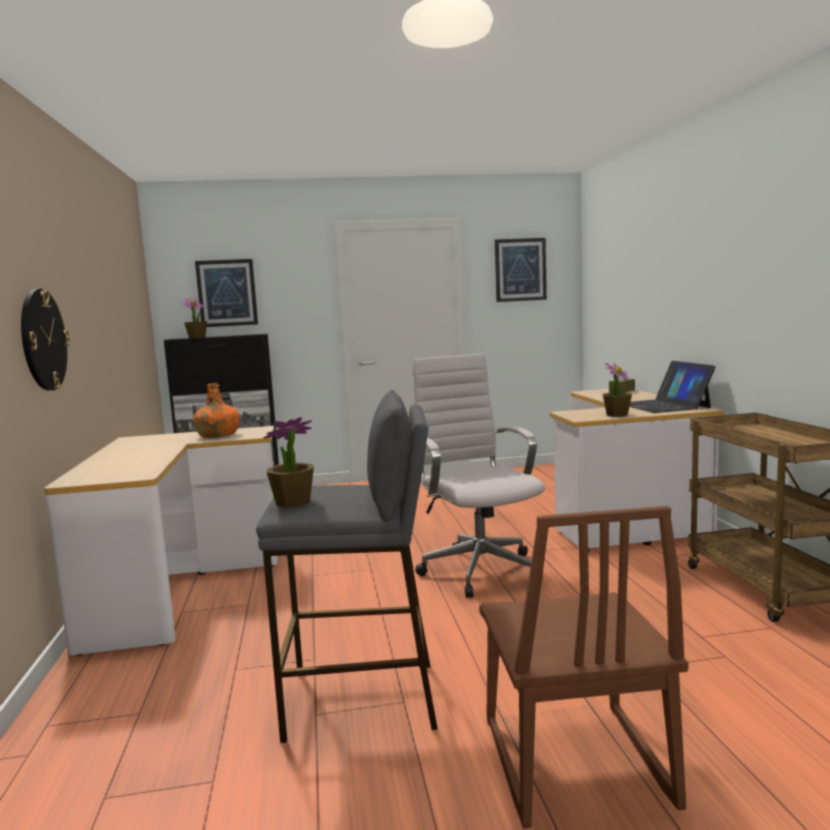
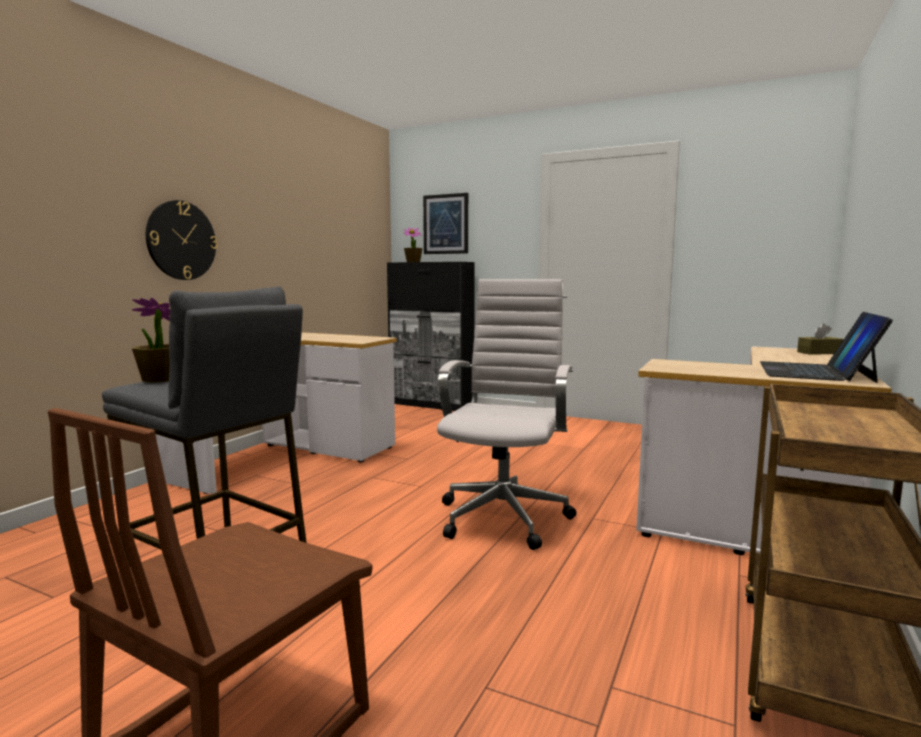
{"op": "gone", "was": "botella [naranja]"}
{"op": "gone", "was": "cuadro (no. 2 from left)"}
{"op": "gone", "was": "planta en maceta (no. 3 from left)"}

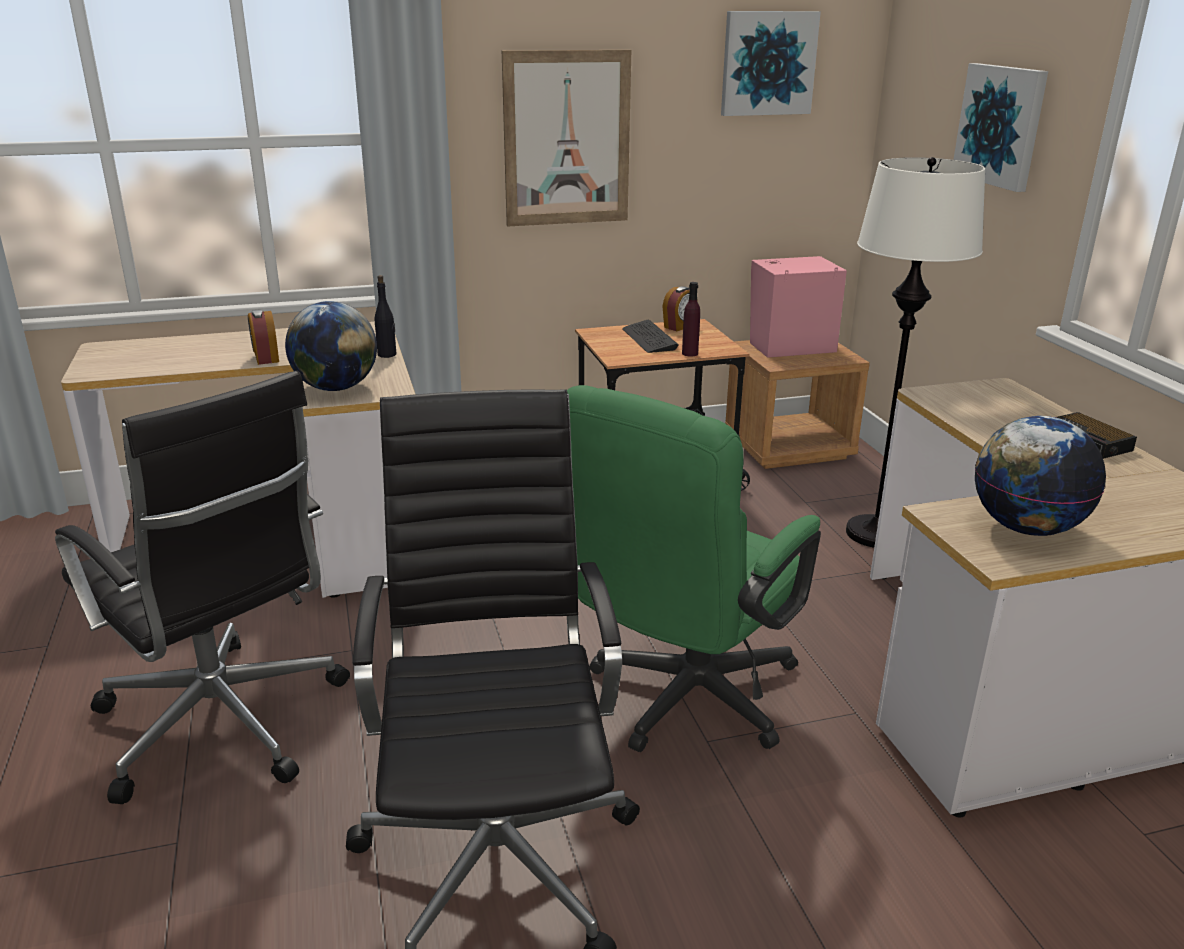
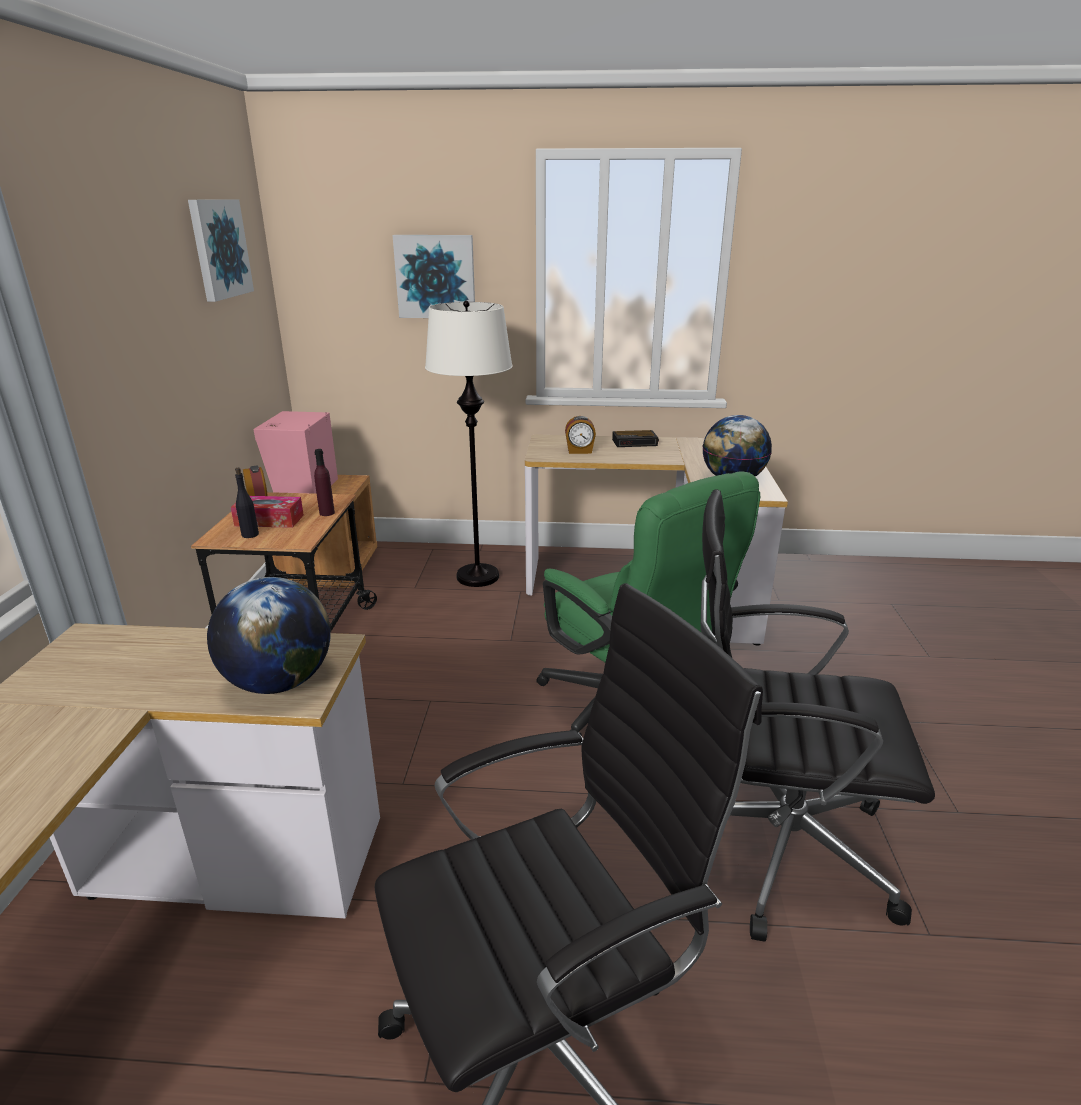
{"op": "swapped", "was": "teclado", "now": "caja de pañuelos"}
{"op": "shifted", "was": "botella [negro]"}
{"op": "shifted", "was": "despertador (no. 1 from left in the first image)", "now": "despertador (no. 2 from left)"}
{"op": "gone", "was": "cuadro (no. 1 from left)"}

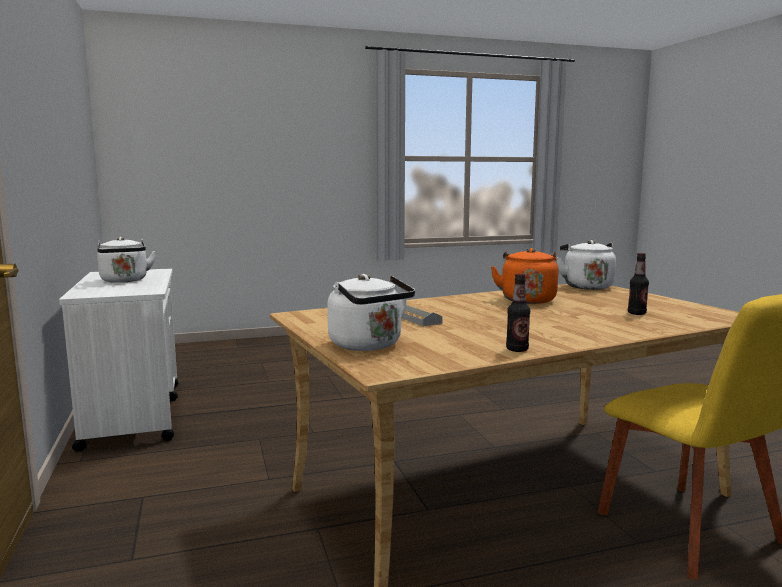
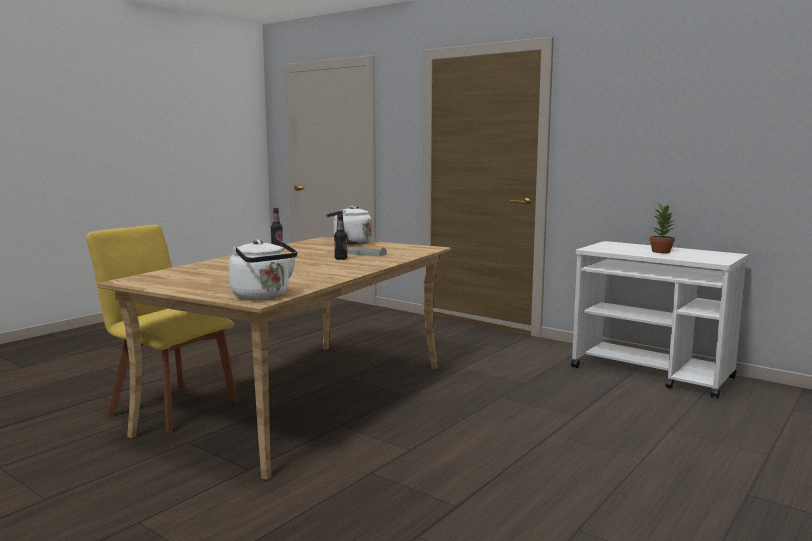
{"op": "shifted", "was": "botella (no. 2 from left)"}
{"op": "swapped", "was": "hervidor [blanco] (no. 1 from left)", "now": "planta en maceta"}
{"op": "gone", "was": "hervidor [naranja]"}

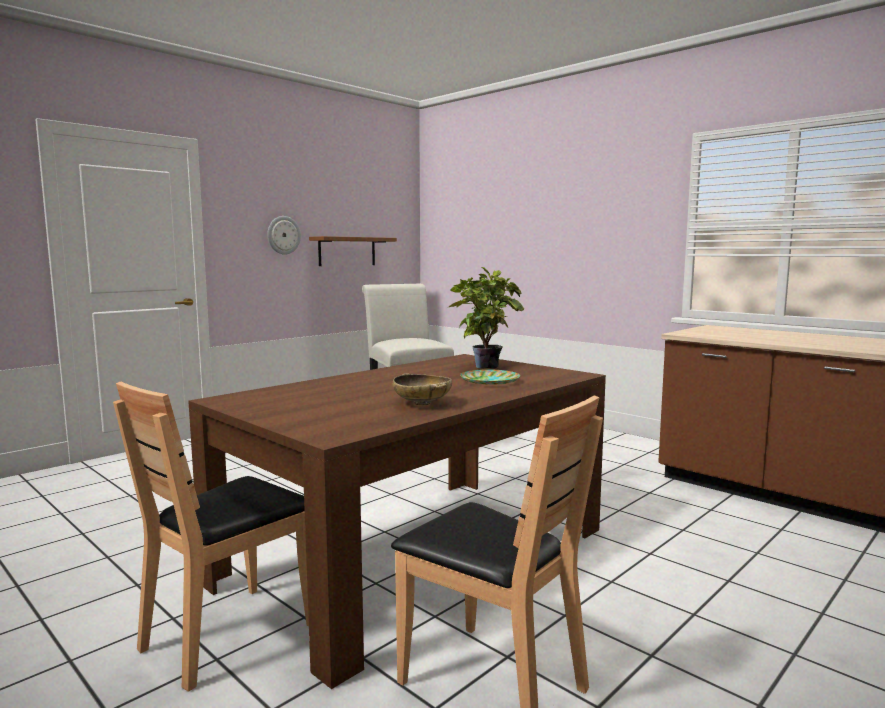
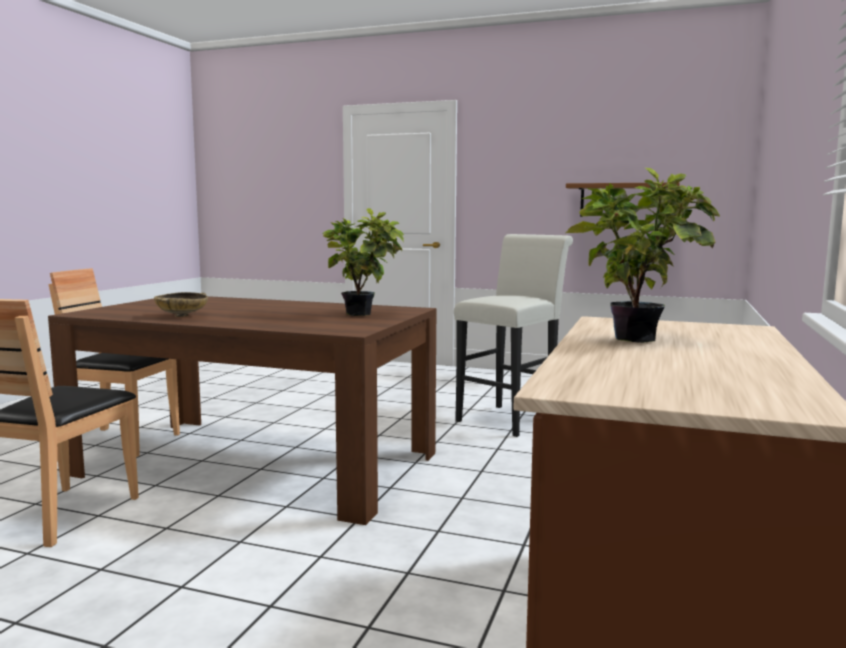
{"op": "new", "now": "planta en maceta (no. 2 from left)"}
{"op": "gone", "was": "reloj de pared"}
{"op": "gone", "was": "plato"}

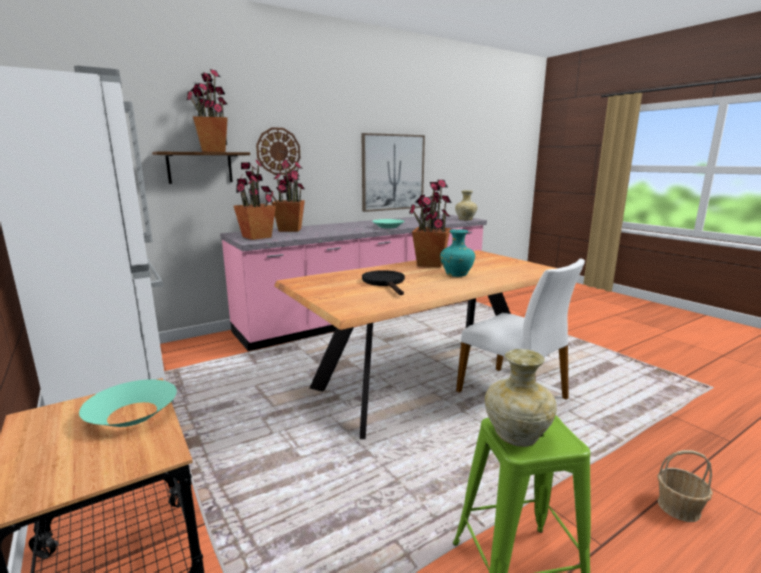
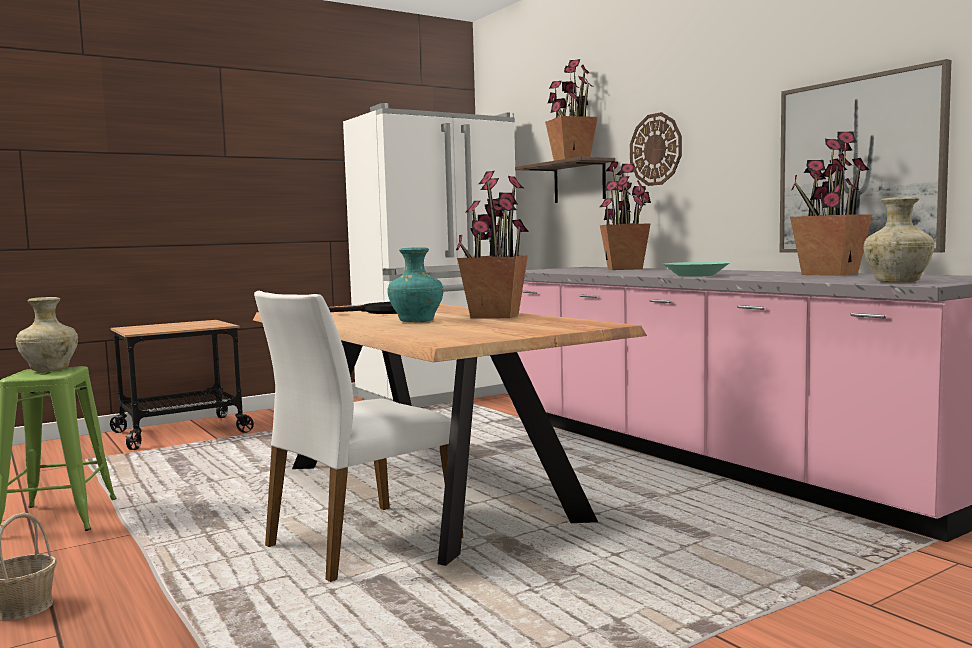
{"op": "shifted", "was": "planta en maceta (no. 2 from left in the first image)", "now": "planta en maceta (no. 4 from left)"}
{"op": "gone", "was": "cuenco [turquesa] (no. 1 from left)"}

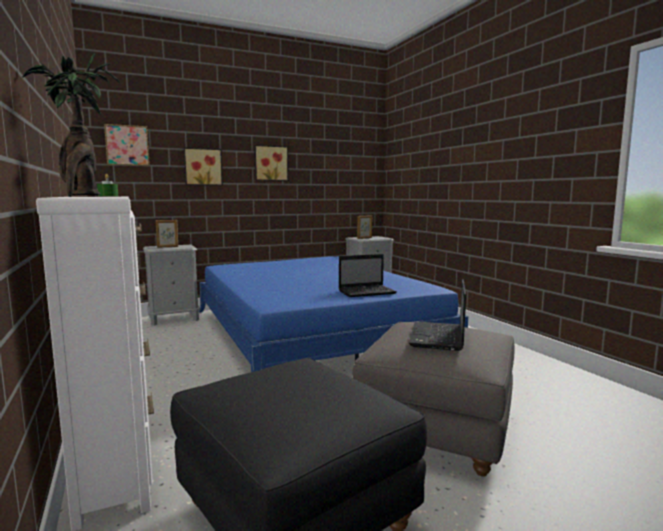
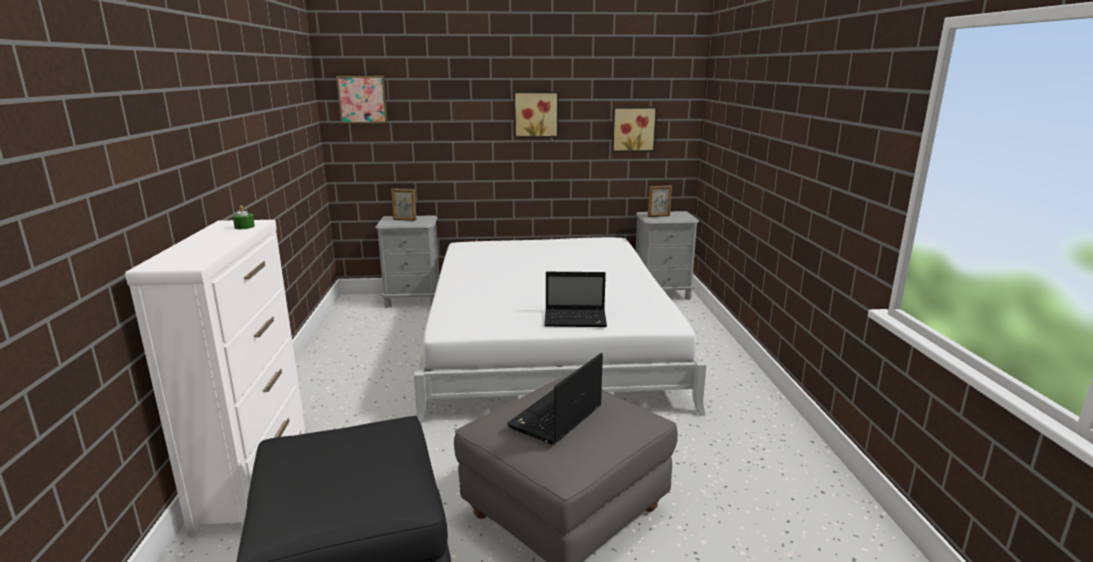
{"op": "repainted", "was": "cama [azul]", "now": "cama [blanco]"}
{"op": "shifted", "was": "cuadro (no. 2 from left in the first image)", "now": "cuadro (no. 3 from left)"}
{"op": "gone", "was": "planta en maceta"}

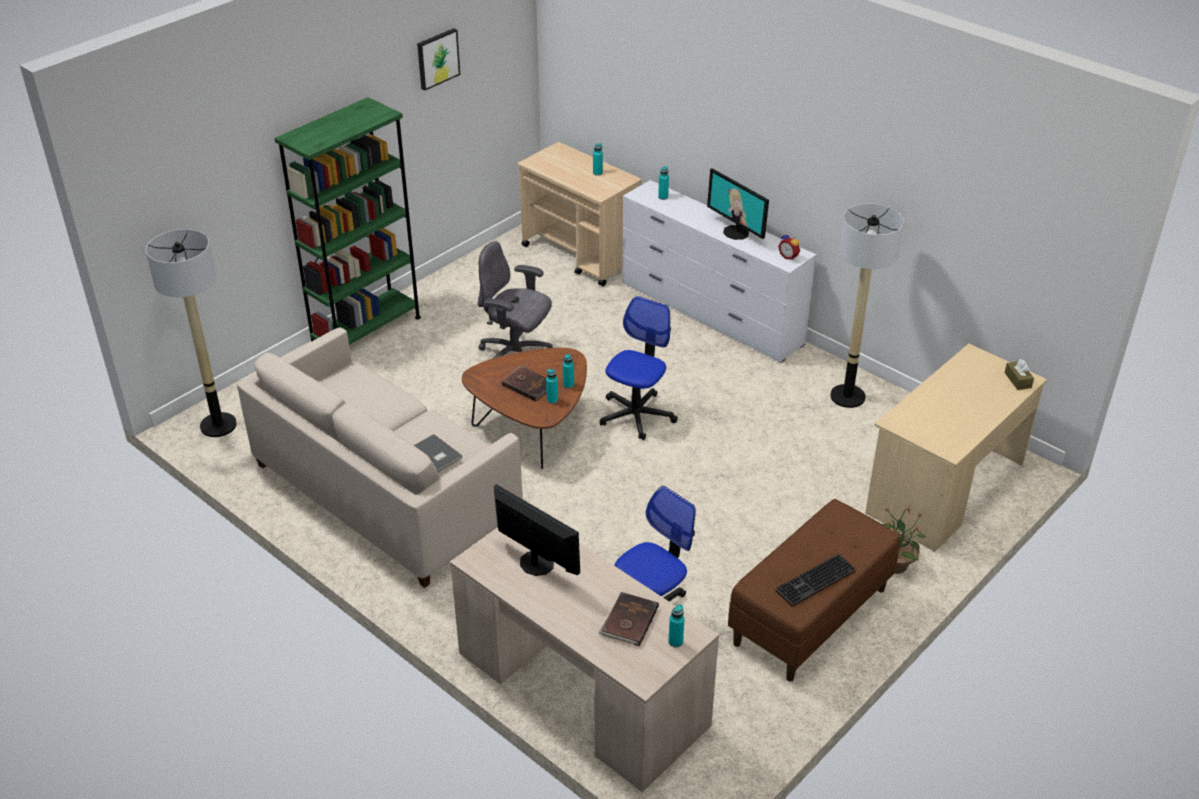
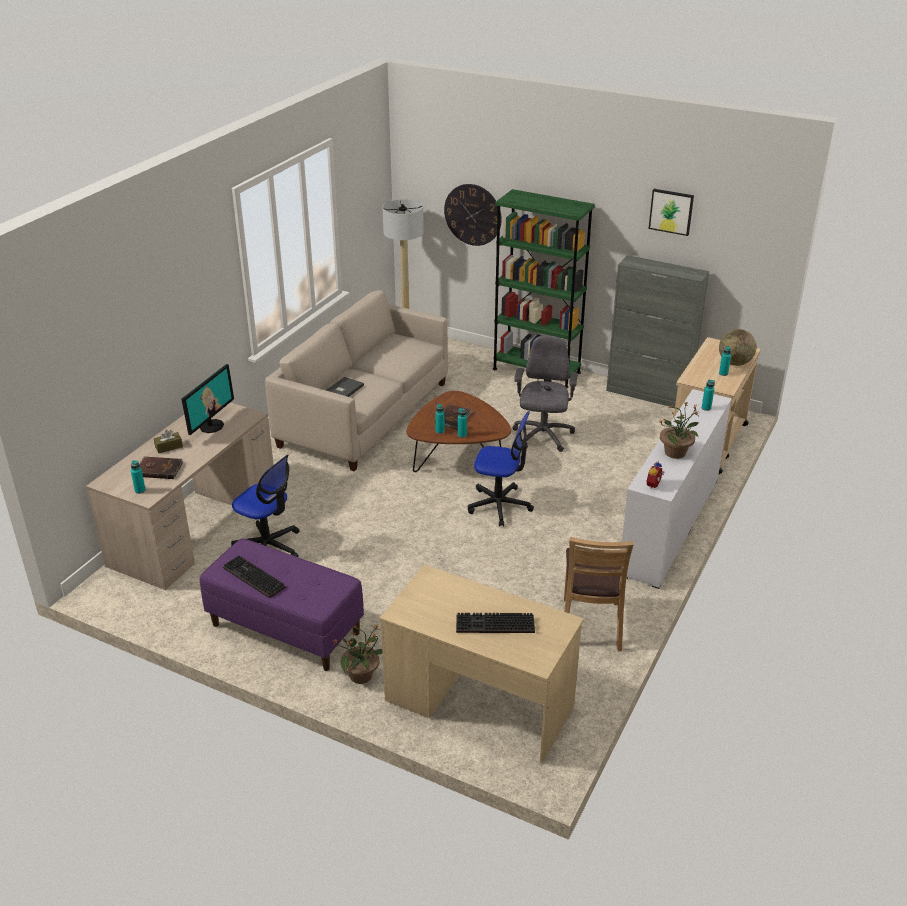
{"op": "shifted", "was": "caja de pañuelos [marrón]"}
{"op": "repainted", "was": "banco [marrón]", "now": "banco [morado]"}
{"op": "new", "now": "reloj de pared"}
{"op": "new", "now": "teclado (no. 2 from left)"}
{"op": "swapped", "was": "lámpara de pie (no. 2 from left)", "now": "silla [marrón]"}
{"op": "new", "now": "armario [gris]"}
{"op": "swapped", "was": "monitor (no. 2 from left)", "now": "planta en maceta (no. 2 from left)"}
{"op": "new", "now": "globo terráqueo"}

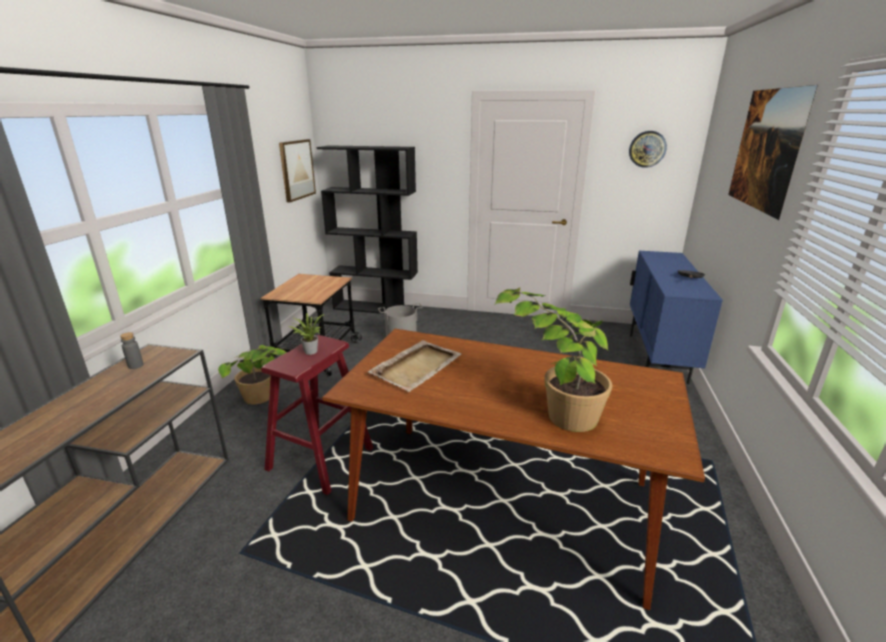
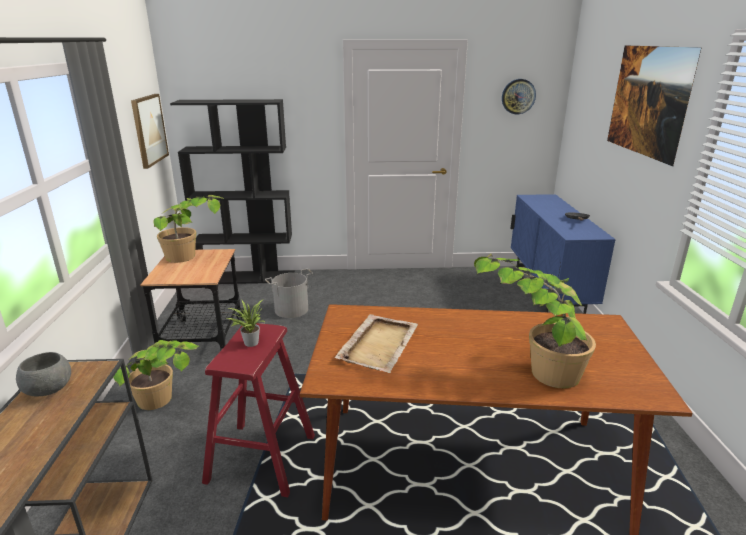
{"op": "swapped", "was": "botella [gris]", "now": "cuenco [gris]"}
{"op": "new", "now": "planta en maceta (no. 2 from left)"}

